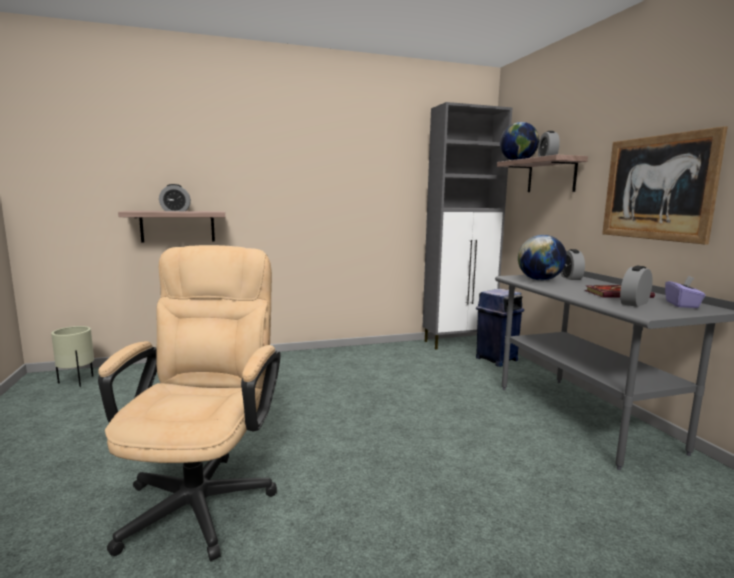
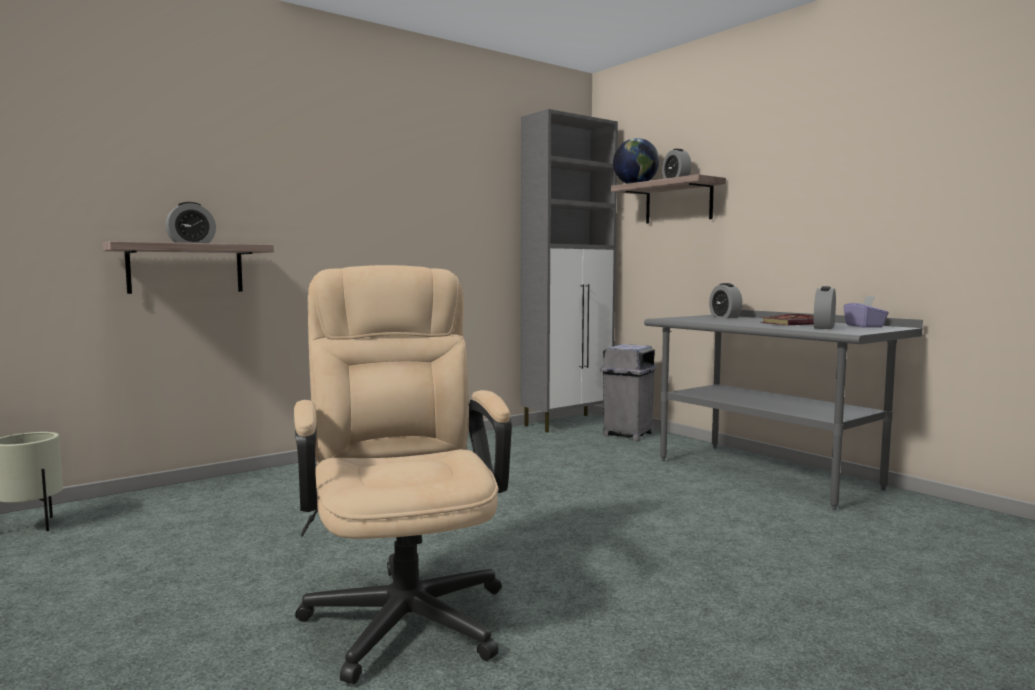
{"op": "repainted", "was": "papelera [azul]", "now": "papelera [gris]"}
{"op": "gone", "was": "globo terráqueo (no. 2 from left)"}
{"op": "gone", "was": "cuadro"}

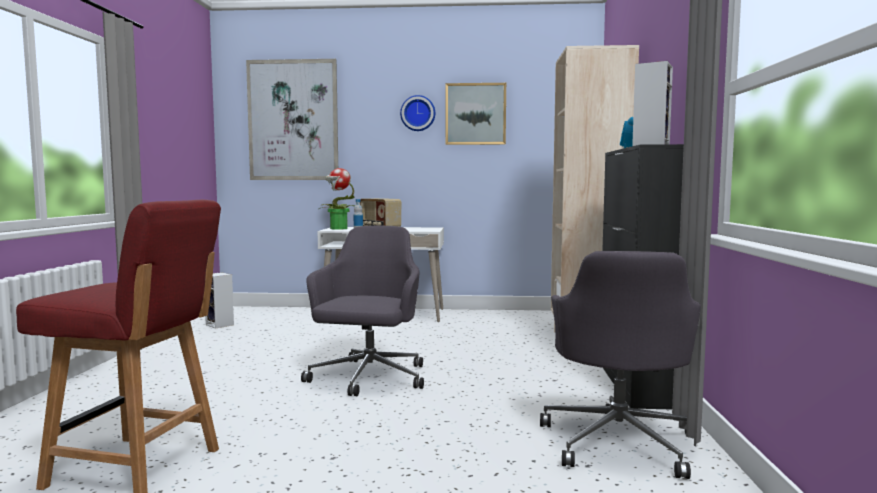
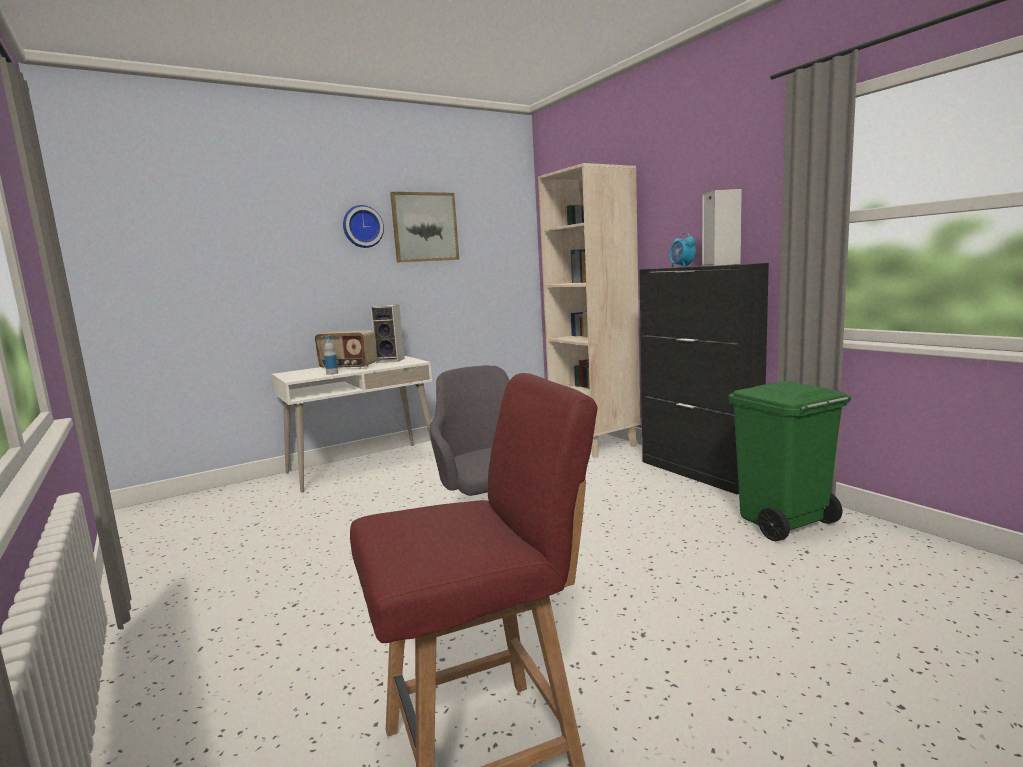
{"op": "shifted", "was": "altavoz (no. 1 from left)"}
{"op": "swapped", "was": "silla de oficina [gris] (no. 2 from left)", "now": "papelera [verde]"}
{"op": "gone", "was": "cuadro (no. 1 from left)"}
{"op": "gone", "was": "planta en maceta"}

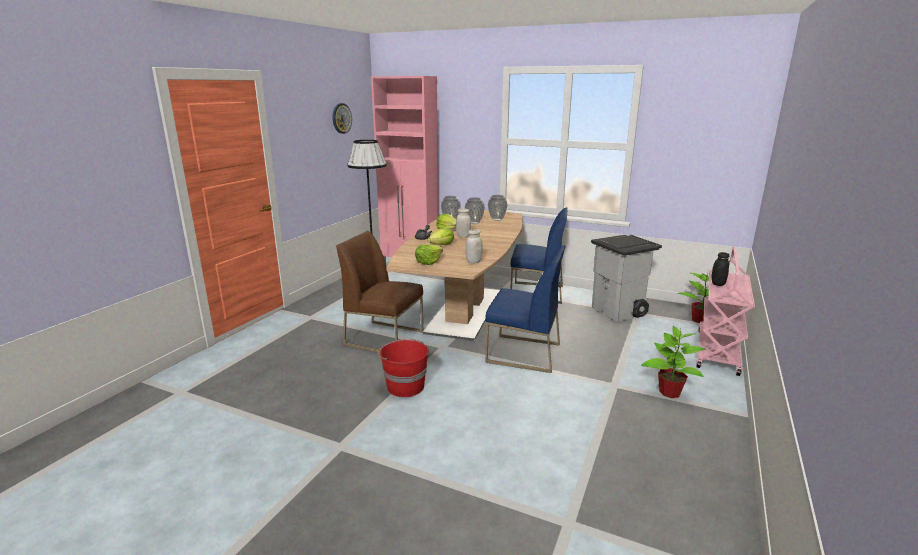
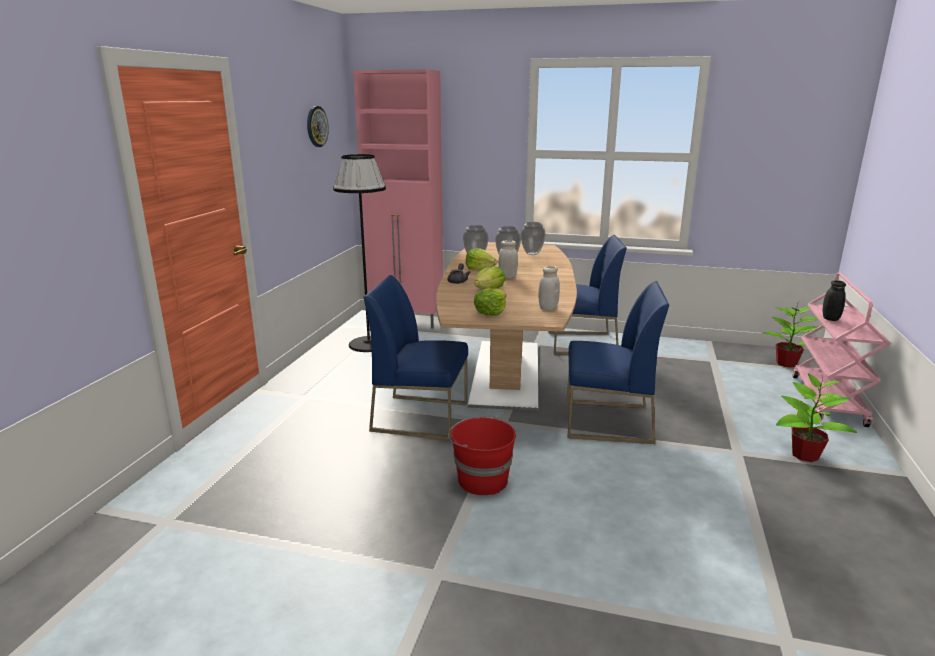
{"op": "repainted", "was": "silla [marrón]", "now": "silla [azul] (no. 1 from left)"}
{"op": "gone", "was": "papelera [gris]"}

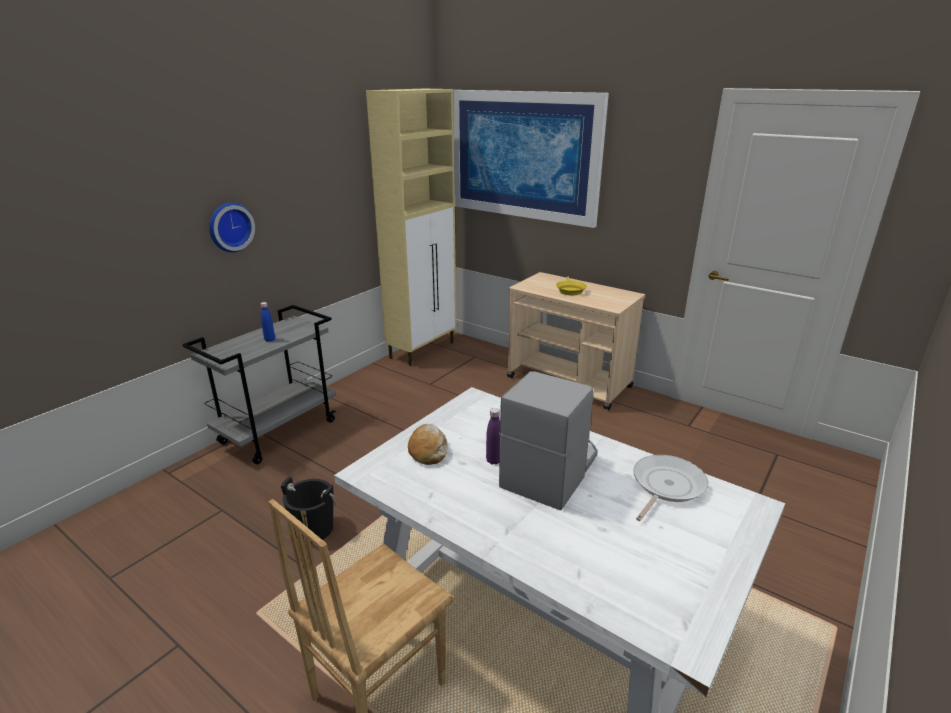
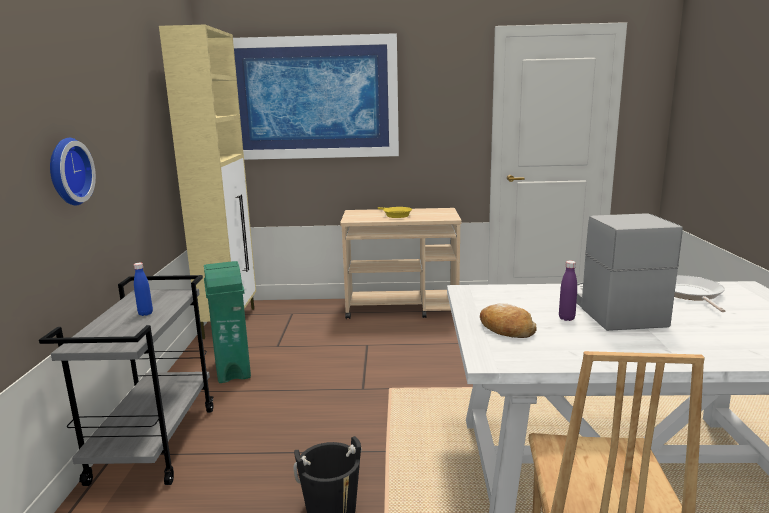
{"op": "new", "now": "papelera [verde]"}

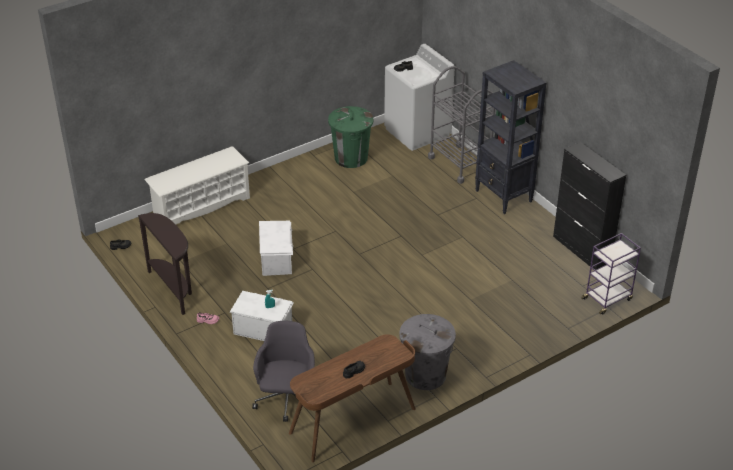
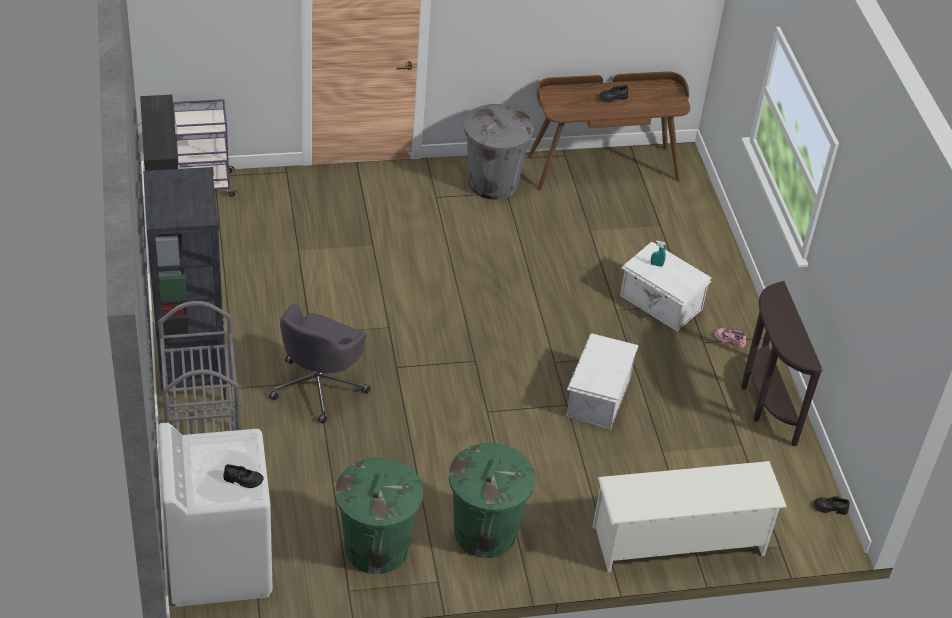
{"op": "shifted", "was": "silla de oficina [gris]"}
{"op": "new", "now": "papelera [verde] (no. 2 from left)"}

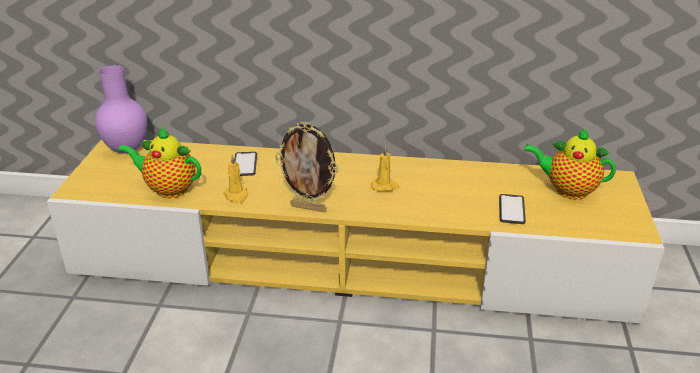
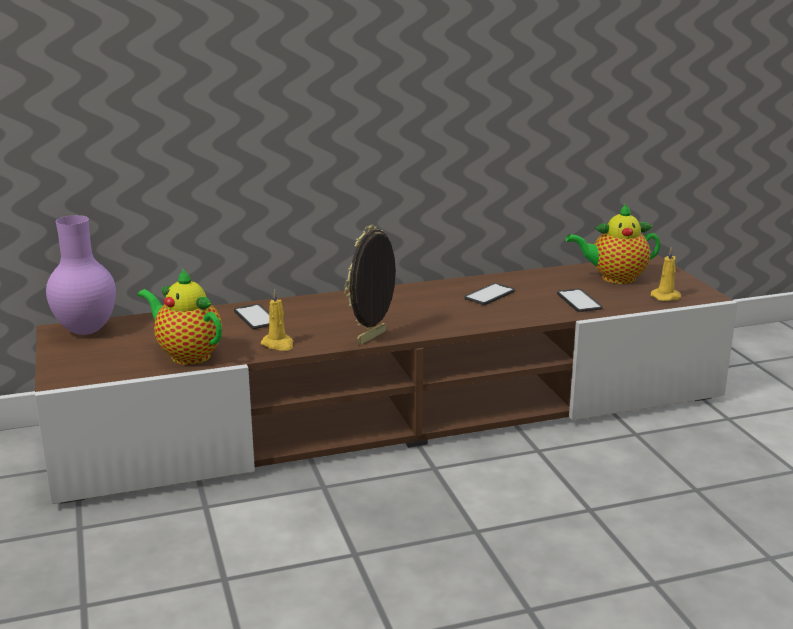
{"op": "repainted", "was": "mueble de televisión [amarillo]", "now": "mueble de televisión [marrón]"}
{"op": "rotated", "was": "tetera (no. 1 from left)", "clockwise": 45}
{"op": "rotated", "was": "portarretratos", "clockwise": 135}
{"op": "new", "now": "móvil (no. 2 from left)"}
{"op": "shifted", "was": "vela [amarillo] (no. 2 from left)"}

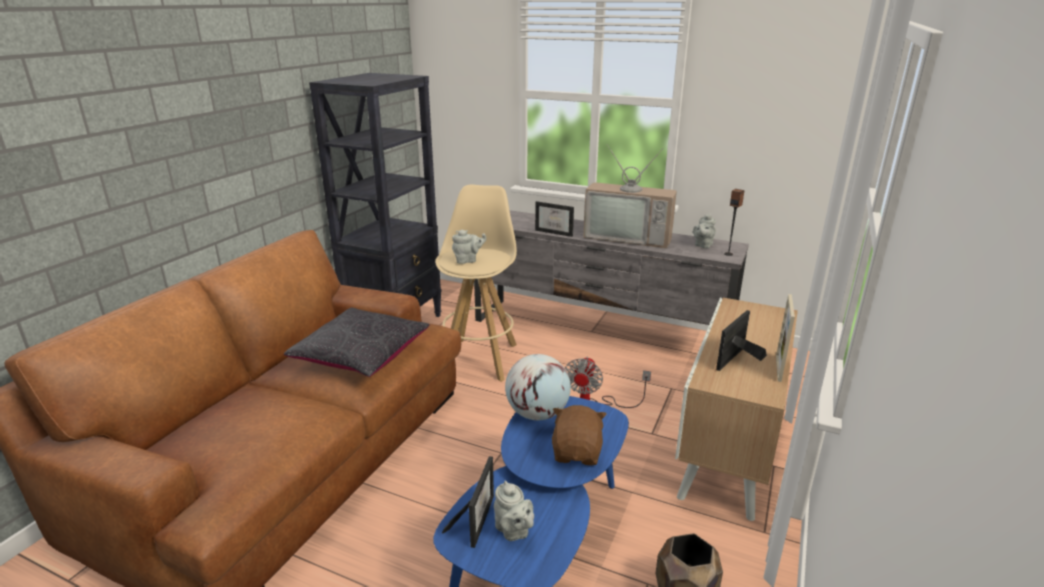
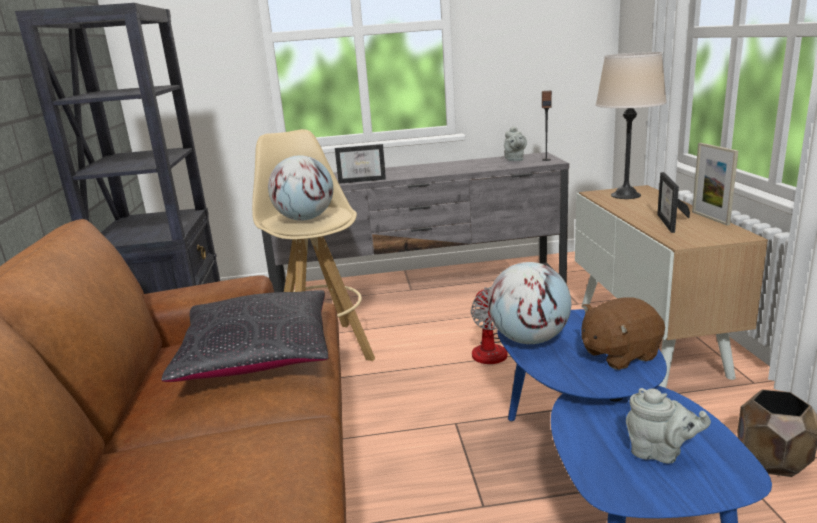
{"op": "swapped", "was": "tetera [gris] (no. 1 from left)", "now": "globo terráqueo (no. 1 from left)"}
{"op": "rotated", "was": "peluche [marrón]", "clockwise": -90}
{"op": "new", "now": "lámpara de mesa [beis]"}
{"op": "gone", "was": "portarretratos (no. 1 from left)"}
{"op": "gone", "was": "televisor"}

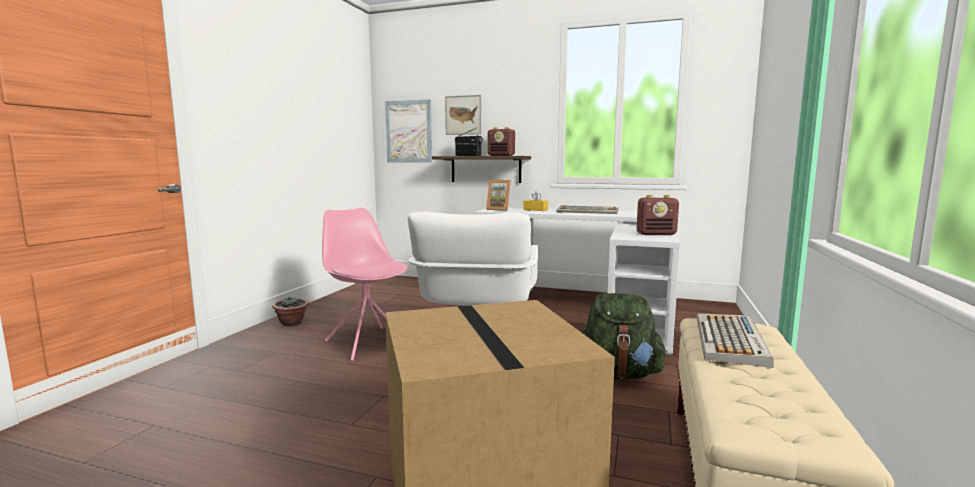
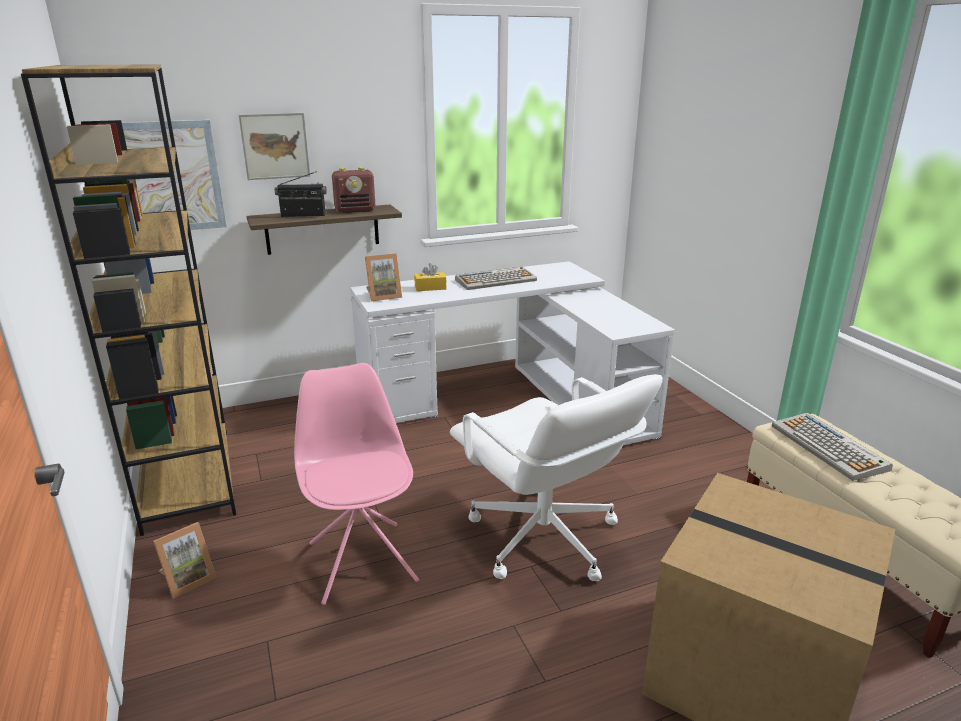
{"op": "new", "now": "estantería [marrón]"}
{"op": "swapped", "was": "planta en maceta", "now": "portarretratos (no. 1 from left)"}
{"op": "rotated", "was": "silla [rosa]", "clockwise": 60}
{"op": "gone", "was": "mochila [verde]"}
{"op": "gone", "was": "radio (no. 3 from left)"}

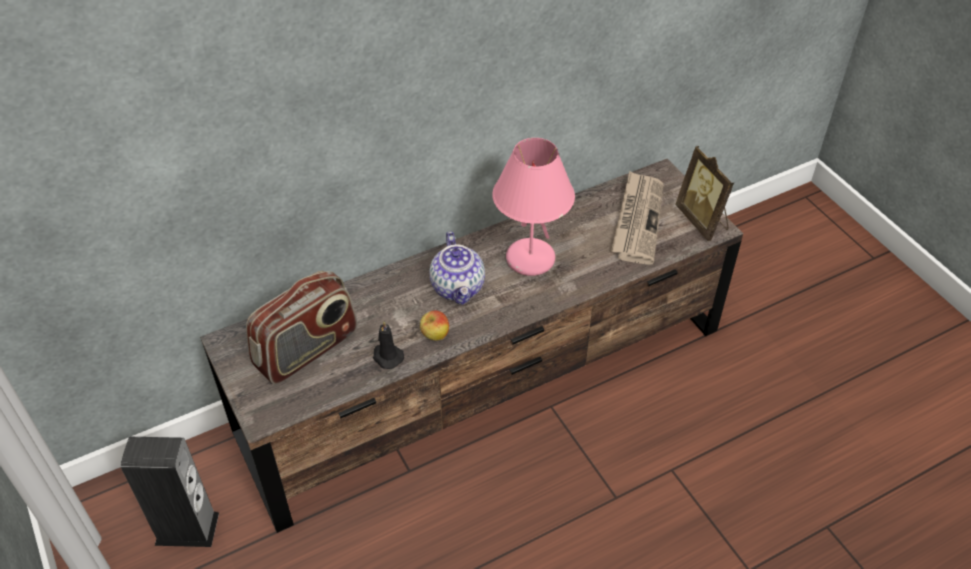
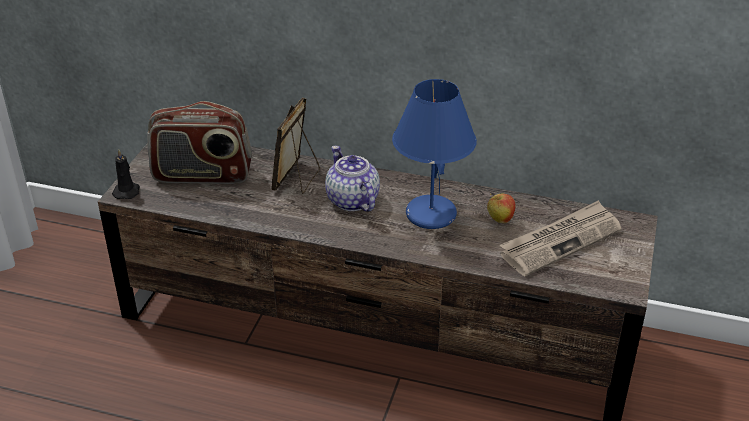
{"op": "shifted", "was": "vela [negro]"}
{"op": "shifted", "was": "portarretratos"}
{"op": "rotated", "was": "tetera", "clockwise": 120}
{"op": "repainted", "was": "lámpara de mesa [rosa]", "now": "lámpara de mesa [azul]"}
{"op": "shifted", "was": "manzana"}
{"op": "gone", "was": "altavoz"}

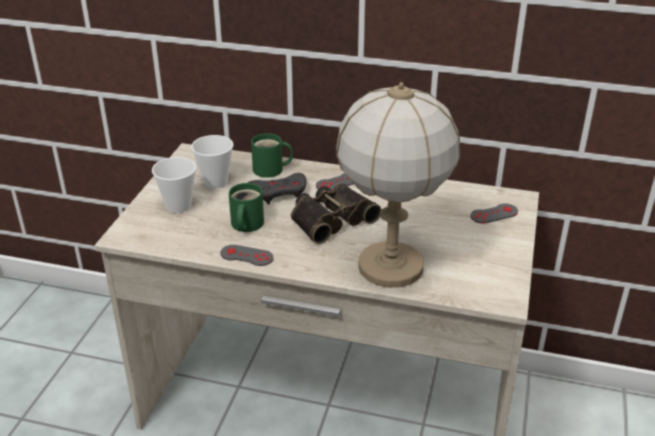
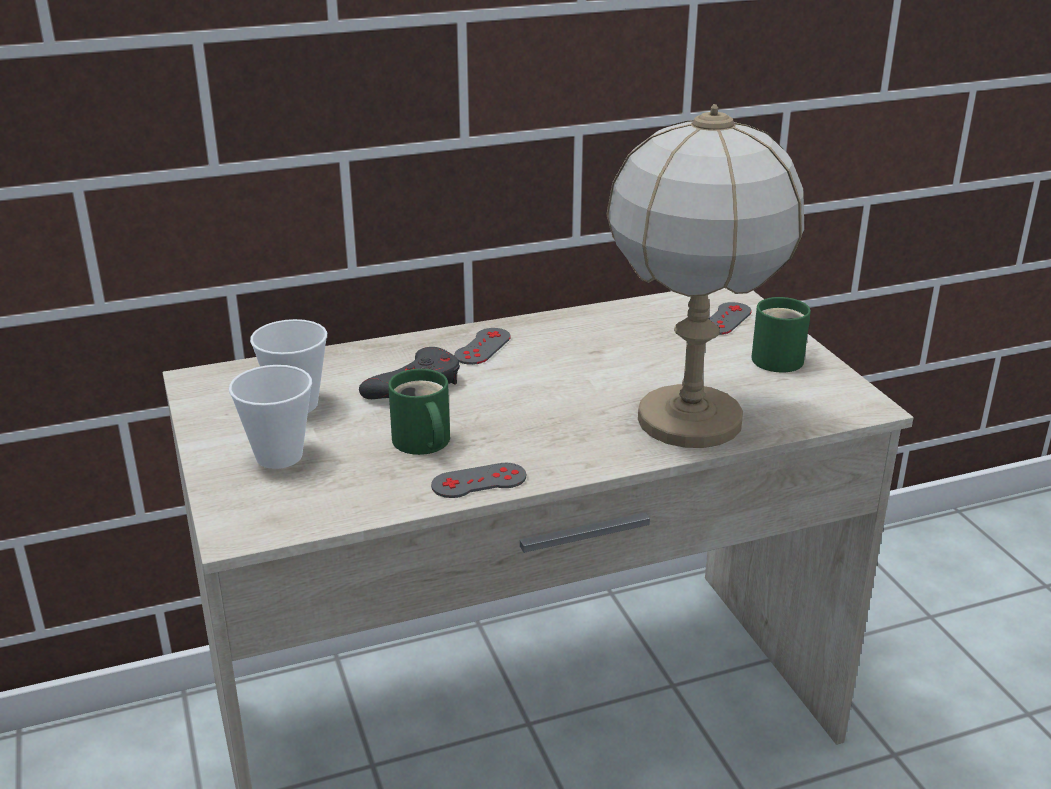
{"op": "shifted", "was": "taza grande [verde] (no. 2 from left)"}
{"op": "gone", "was": "prismáticos"}

